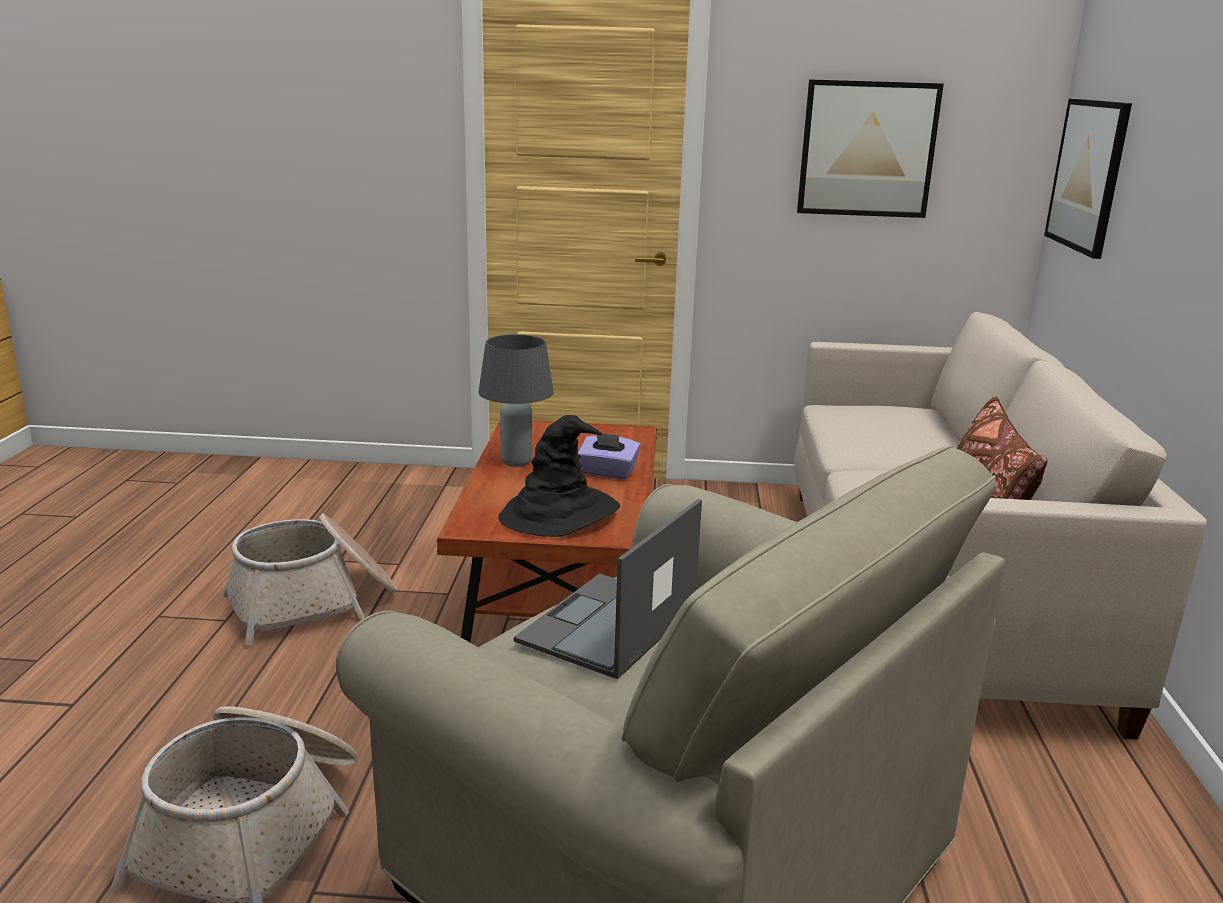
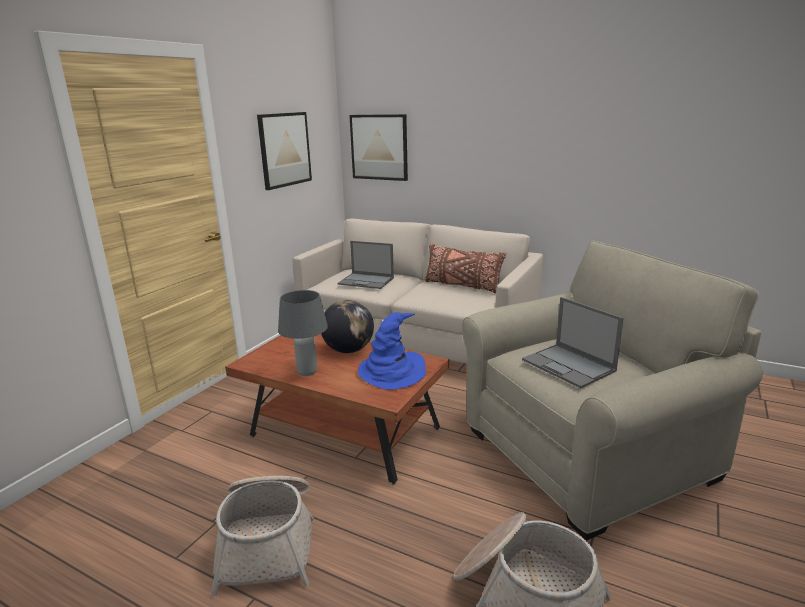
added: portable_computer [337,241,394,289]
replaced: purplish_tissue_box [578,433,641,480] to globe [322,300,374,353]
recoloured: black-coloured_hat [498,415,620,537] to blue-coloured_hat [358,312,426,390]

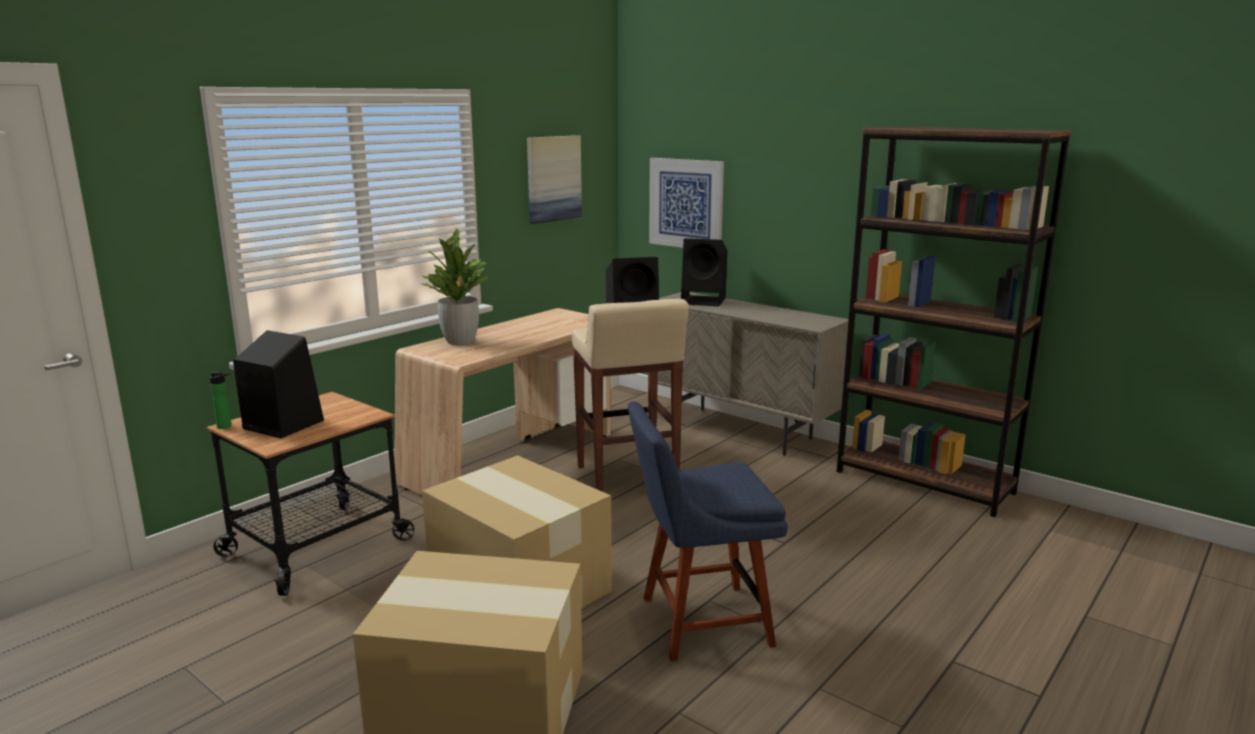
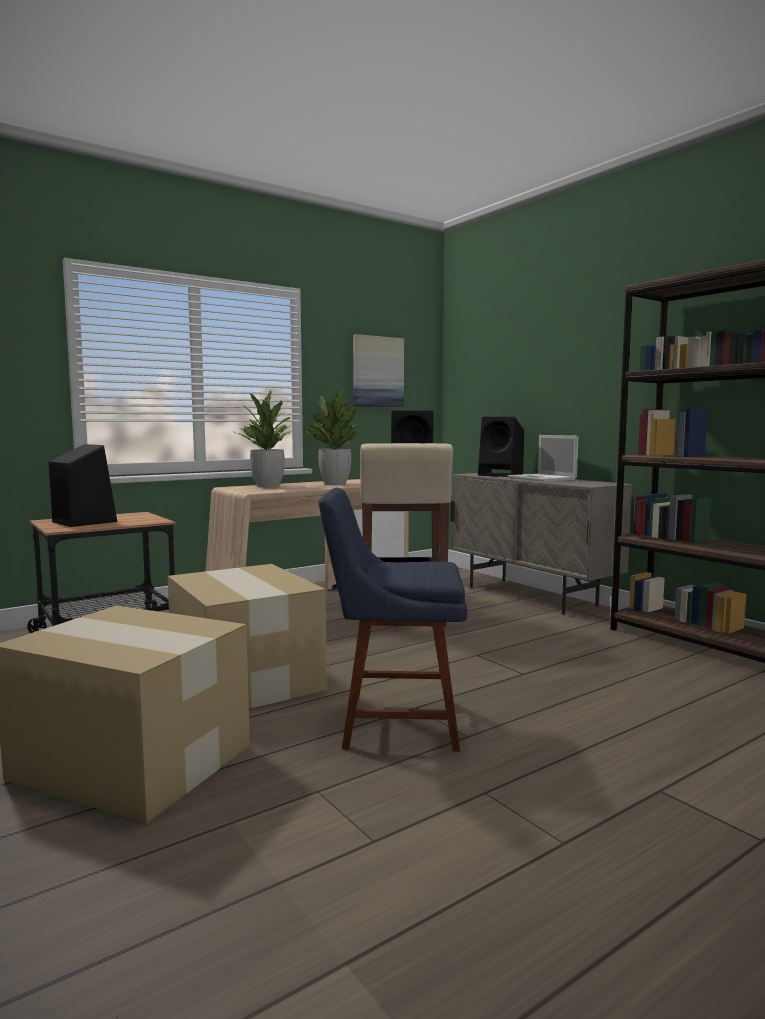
removed: drink_bottle [209,371,231,429]; wall_art [649,158,724,248]
added: houseplant [305,391,363,485]; portable_computer [508,435,579,482]

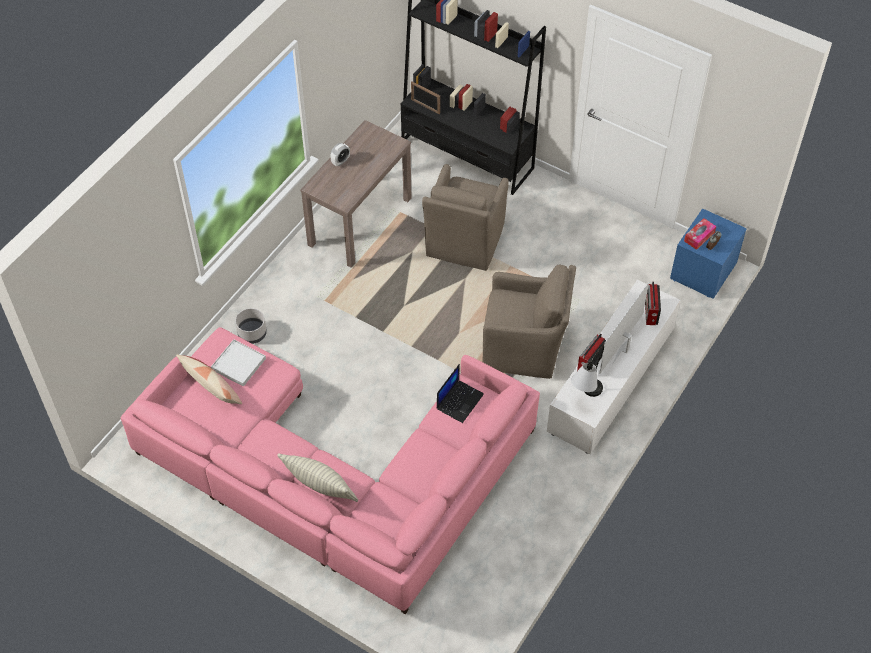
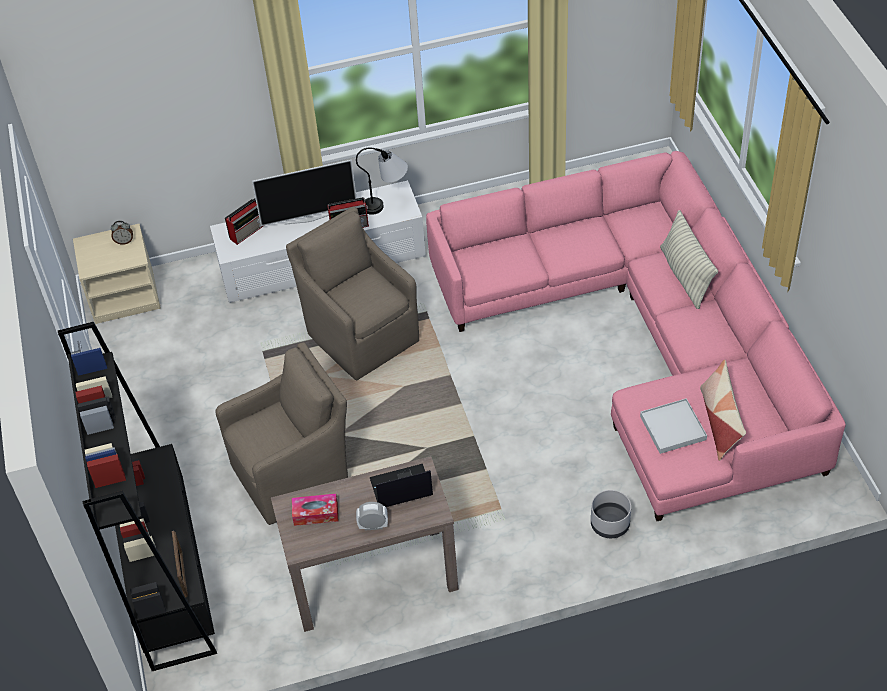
moved: tissue_box [684,218,716,250] to [292,494,338,526]; portable_computer [437,364,484,423] to [370,464,433,507]
recoloured: blue-coloured_bedside_table [670,208,747,299] to sand-coloured_bedside_table [73,224,161,324]

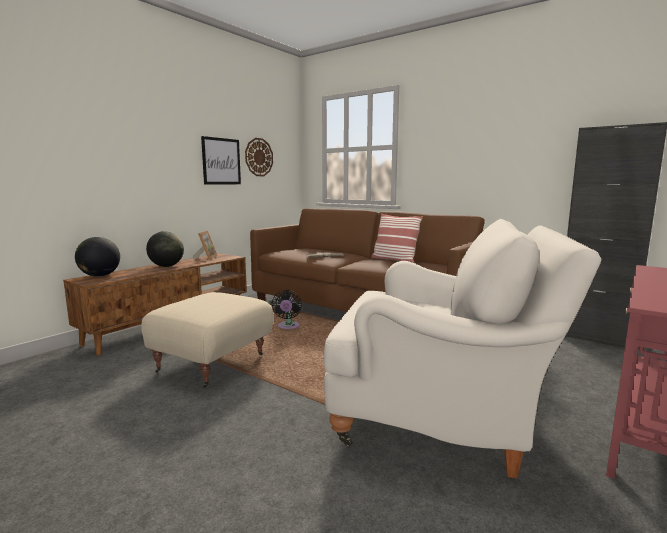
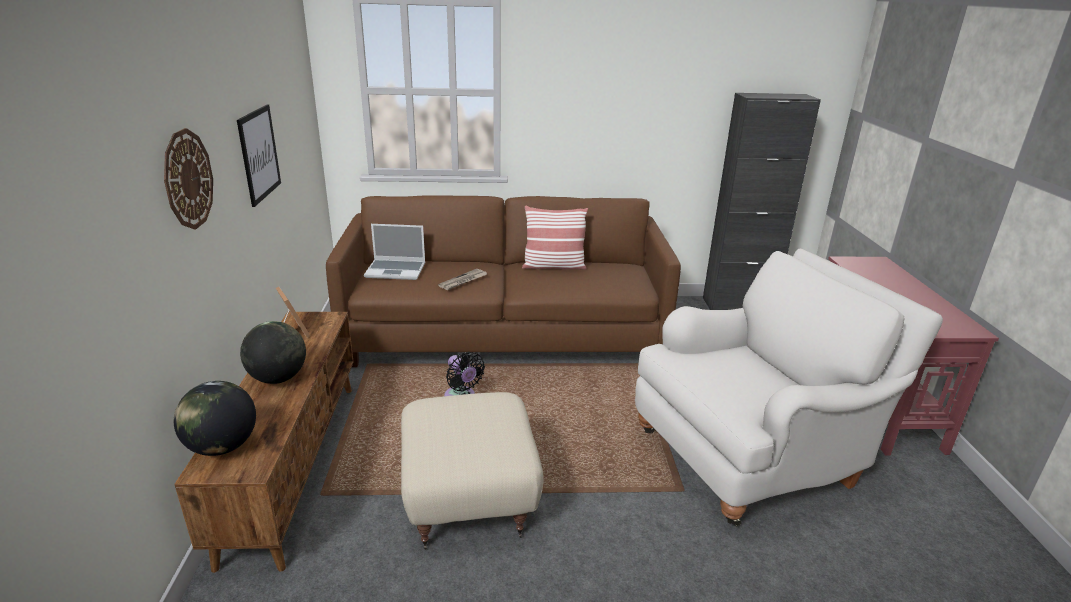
added: portable_computer [364,224,425,280]
moved: clock_on_the_wall [245,138,273,176] to [164,128,213,229]

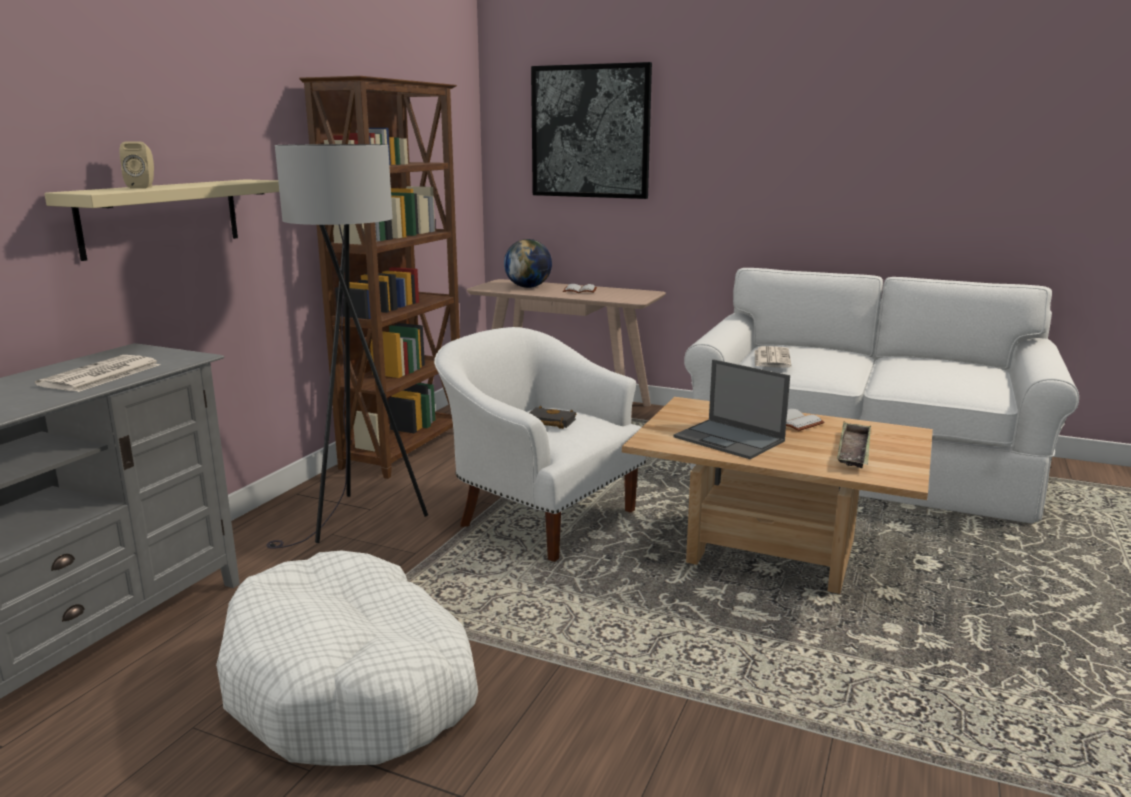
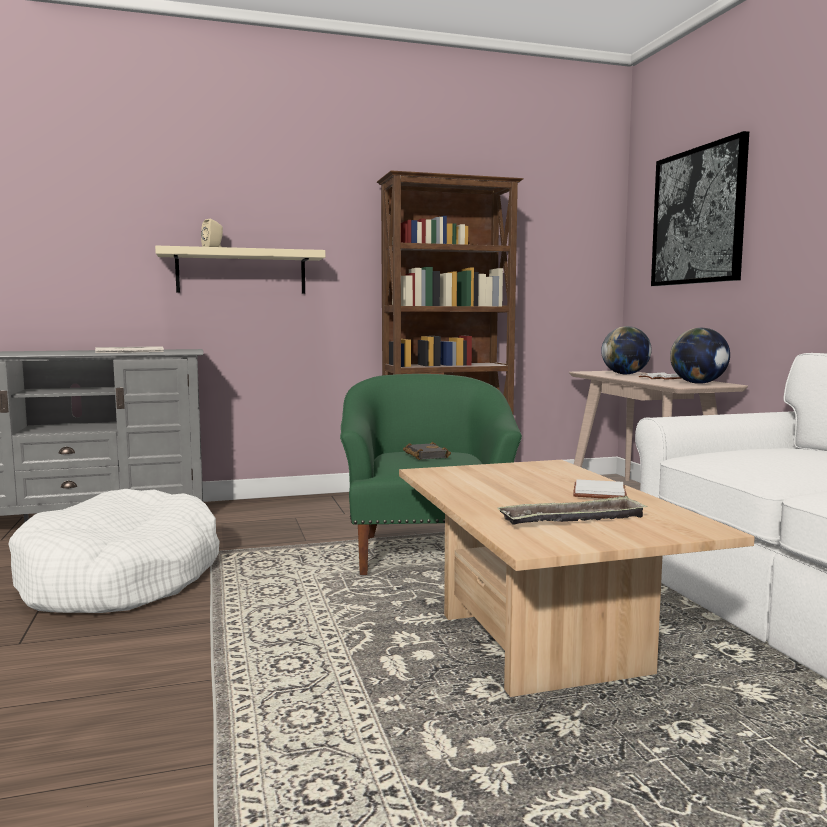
removed: greyish_standard_lamp [267,144,428,549]; portable_computer [674,359,790,459]; newspaper [755,346,792,368]
added: globe [670,328,730,384]
recoloured: whitish_lounge_chair [434,327,646,562] to greenish_lounge_chair [340,374,522,575]

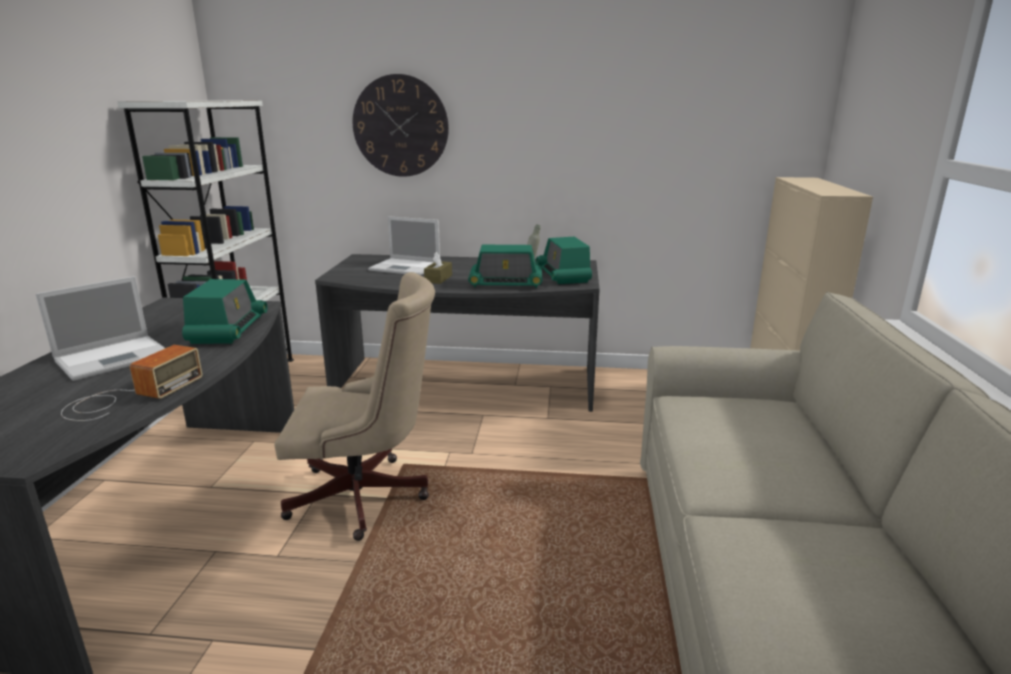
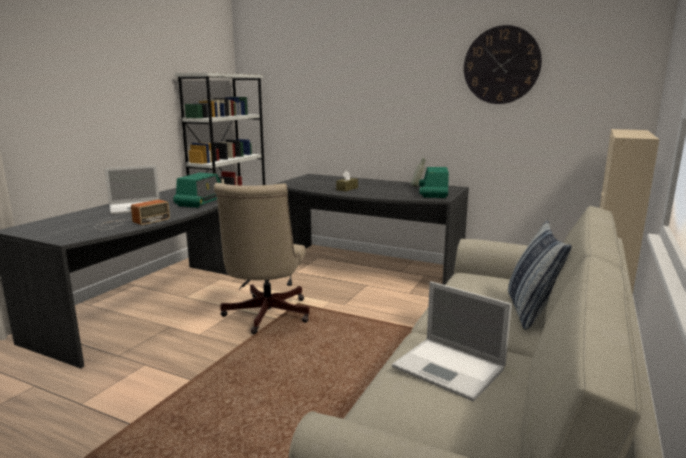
removed: radio_set [468,245,542,288]
added: cushion [508,221,572,330]
moved: portable_computer [368,216,440,275] to [392,281,512,402]; clock_on_the_wall [353,74,449,177] to [464,25,542,104]
turned: sand-coloured_desk_chair [274,272,435,541] = [214,183,309,334] 75 degrees clockwise

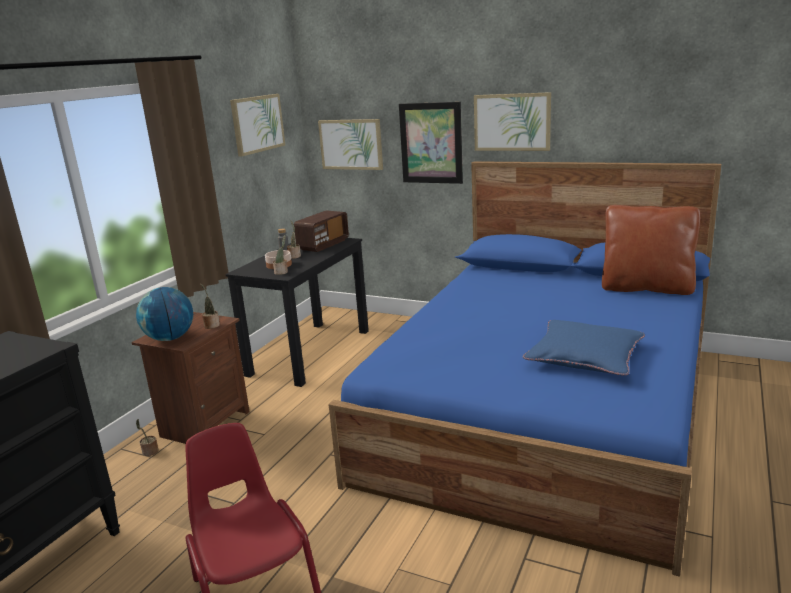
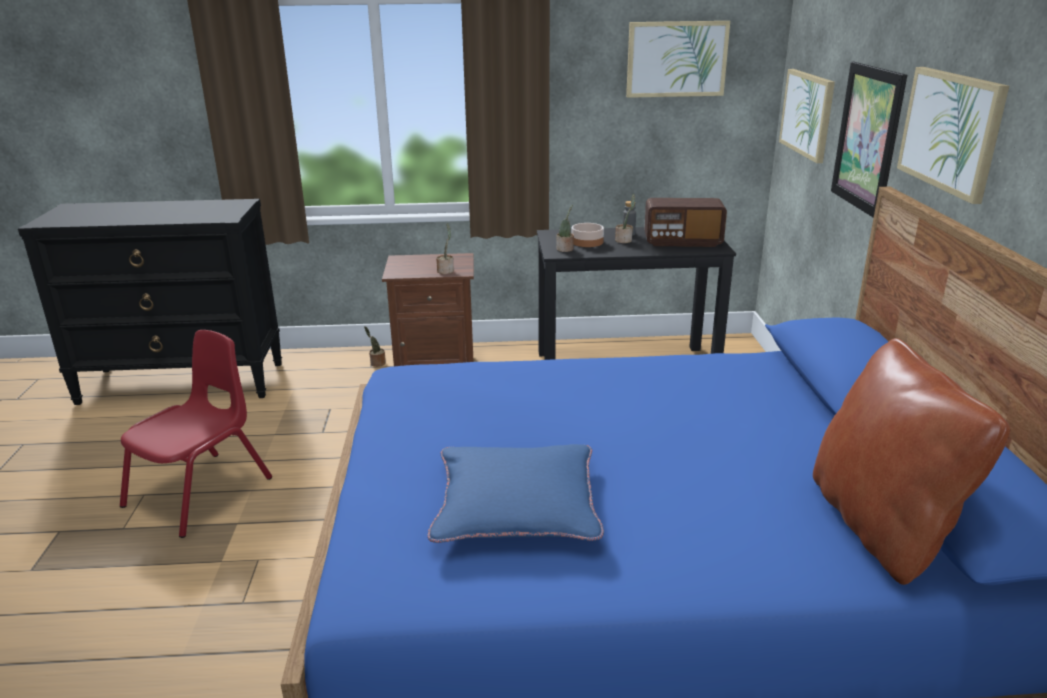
removed: globe [136,287,193,341]

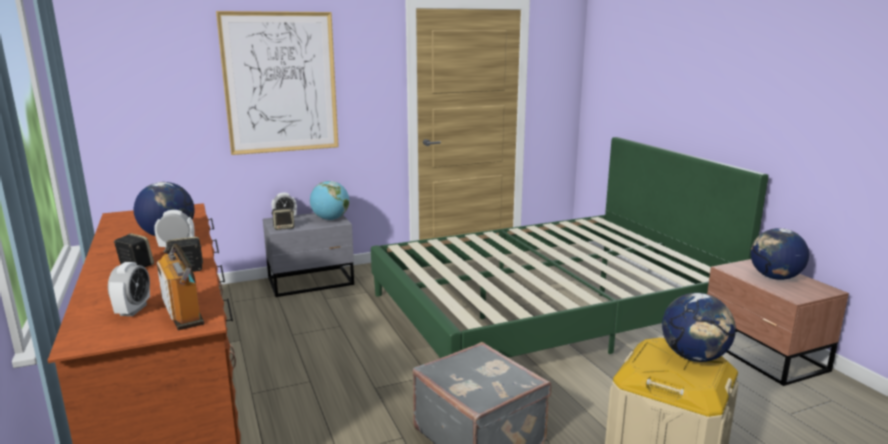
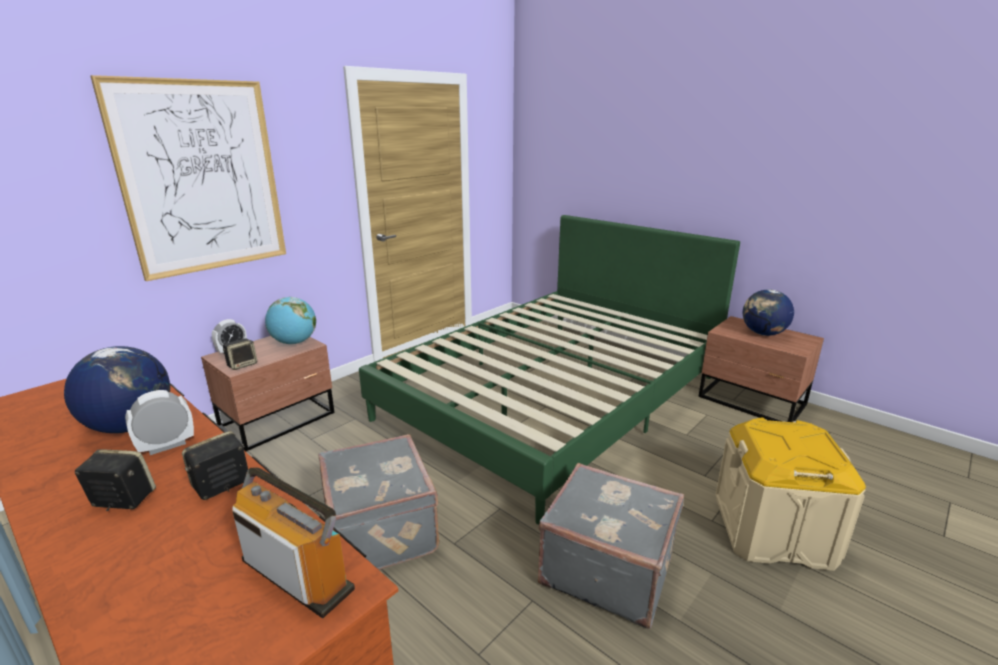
removed: table_clock [108,262,150,316]; globe [662,293,736,362]
added: greyish_suitcase [318,434,439,570]
recoloured: greyish_bedside_table [263,213,354,297] to brown_bedside_table [201,336,334,452]

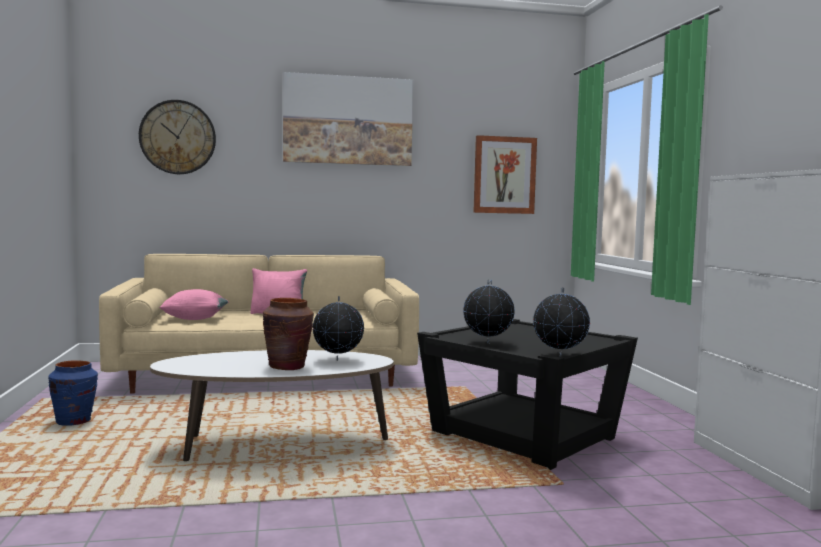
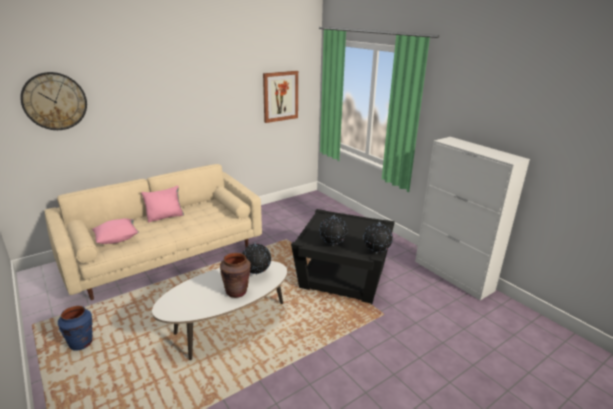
removed: wall_art [283,72,413,166]

